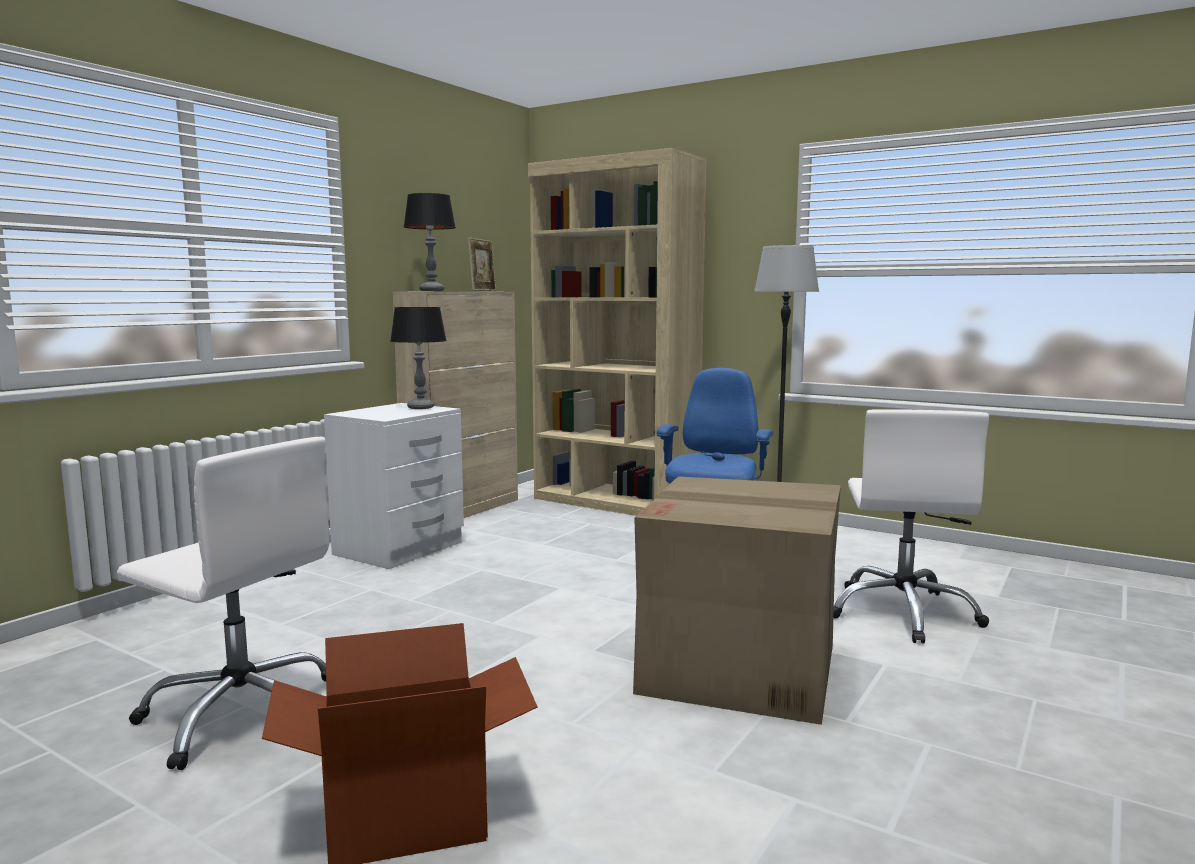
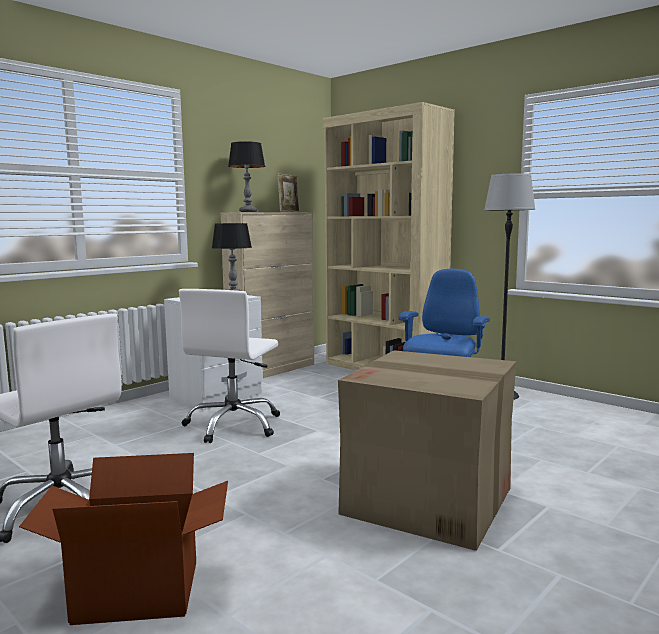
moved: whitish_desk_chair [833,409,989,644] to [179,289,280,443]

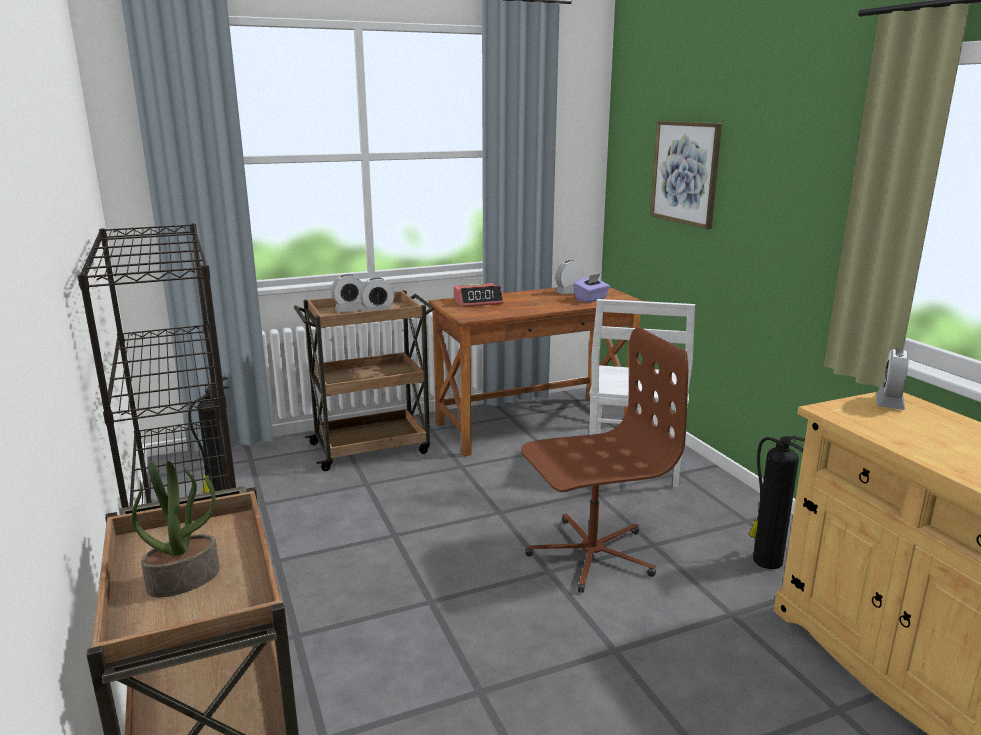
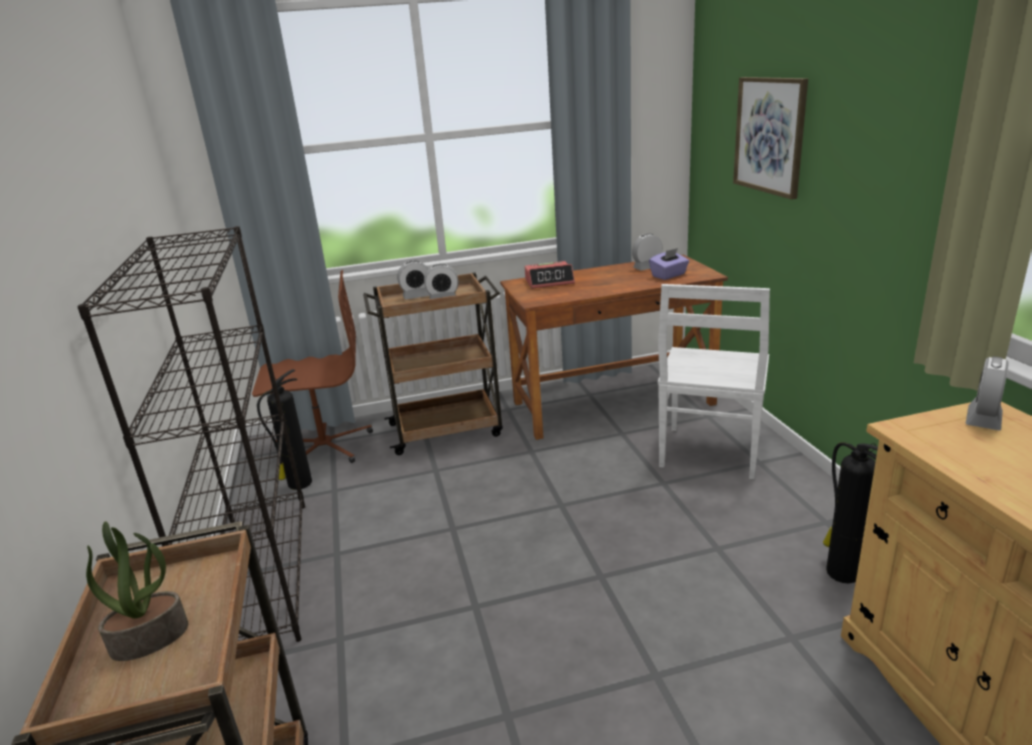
moved: brown_desk_chair [521,327,688,593] to [252,270,373,463]

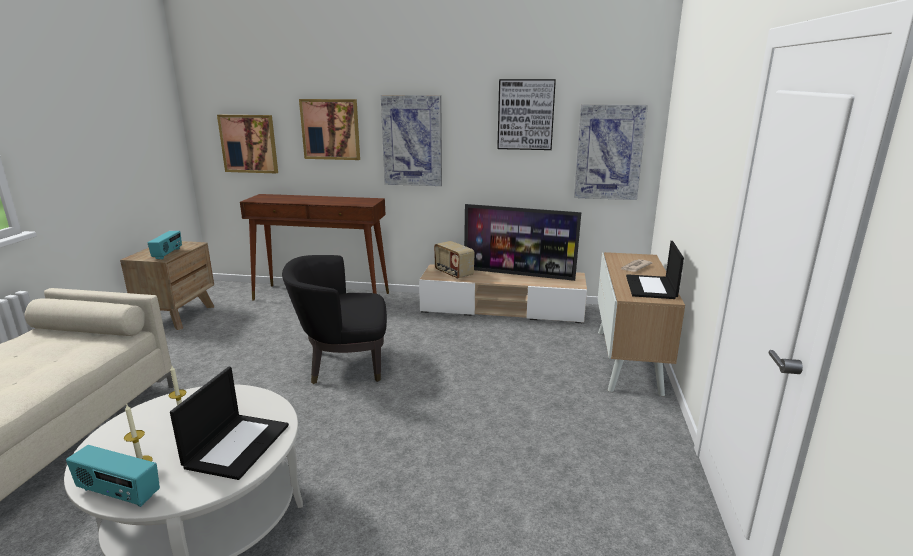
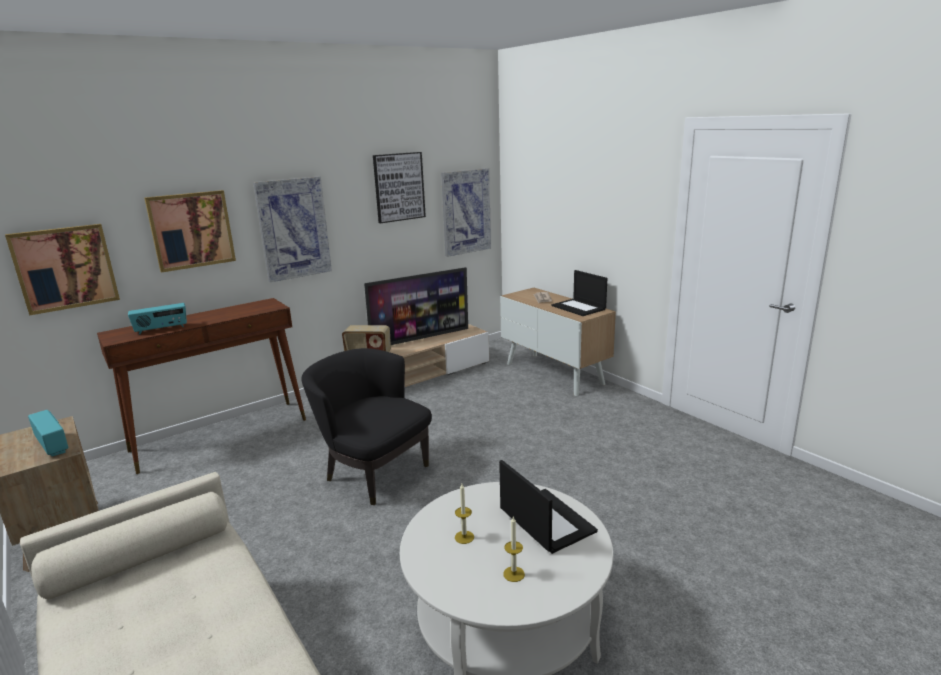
moved: radio_set [66,445,160,507] to [128,303,187,335]
turned: black-coloured_lounge_chair [282,255,387,384] = [302,348,432,505] 90 degrees clockwise

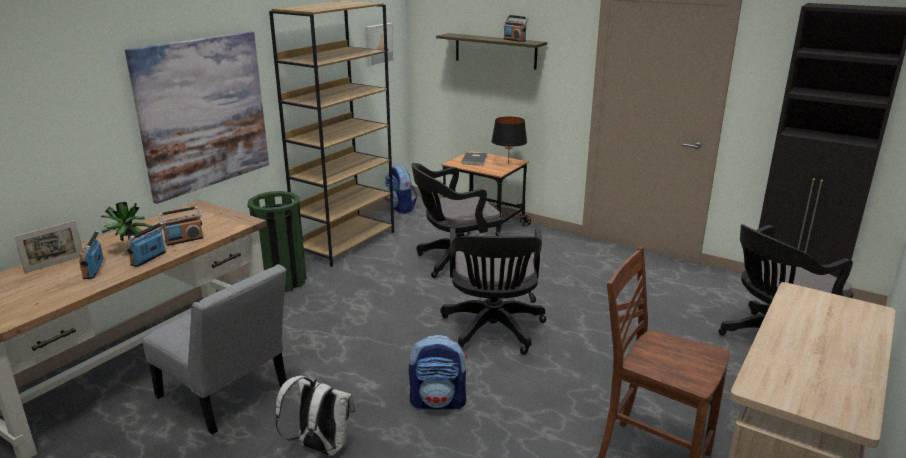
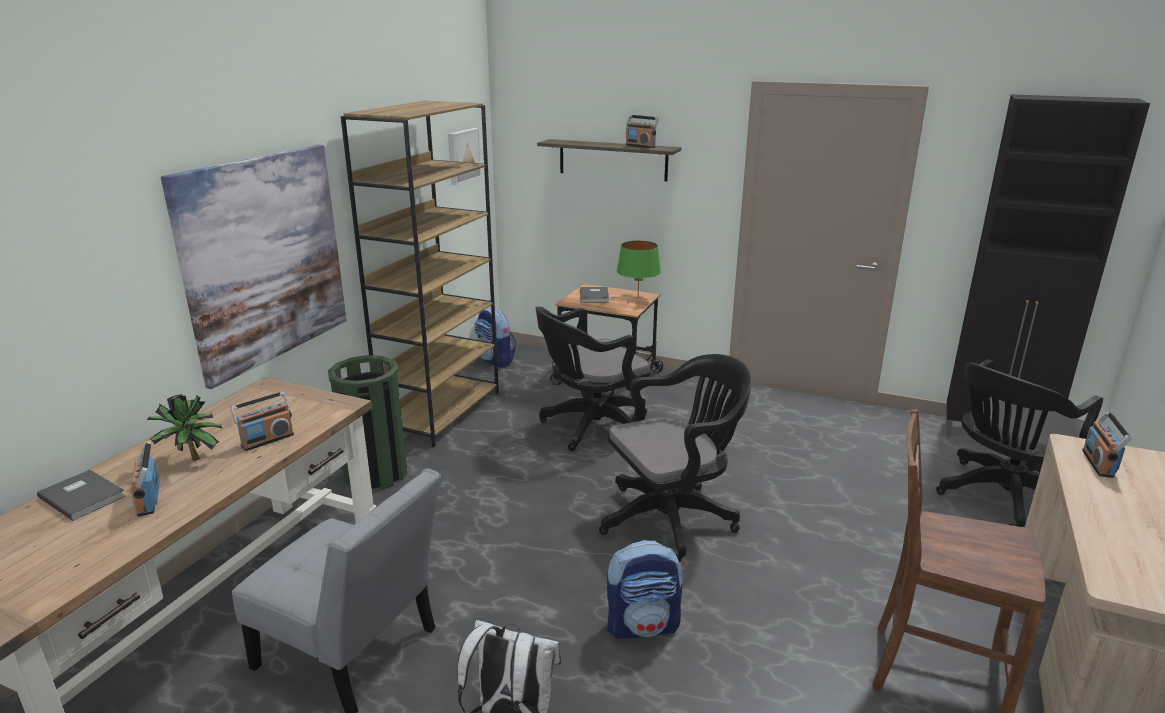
moved: radio_set [127,222,166,267] to [1082,411,1132,478]
replaced: picture_frame [14,221,82,273] to greyish_bound_book [37,470,126,521]
recoloured: black-coloured_lamp_for_a_table [491,117,527,164] to greenish_lamp_for_a_table [617,240,661,294]
turned: black-coloured_desk_chair [440,228,547,355] = [599,354,752,563] 105 degrees counterclockwise

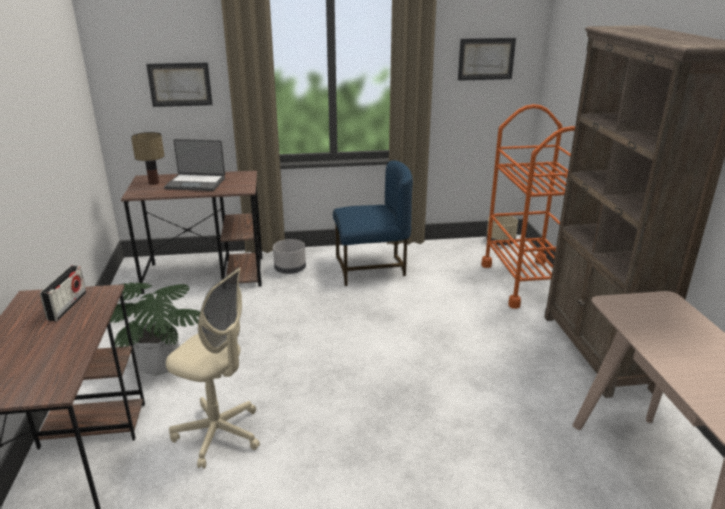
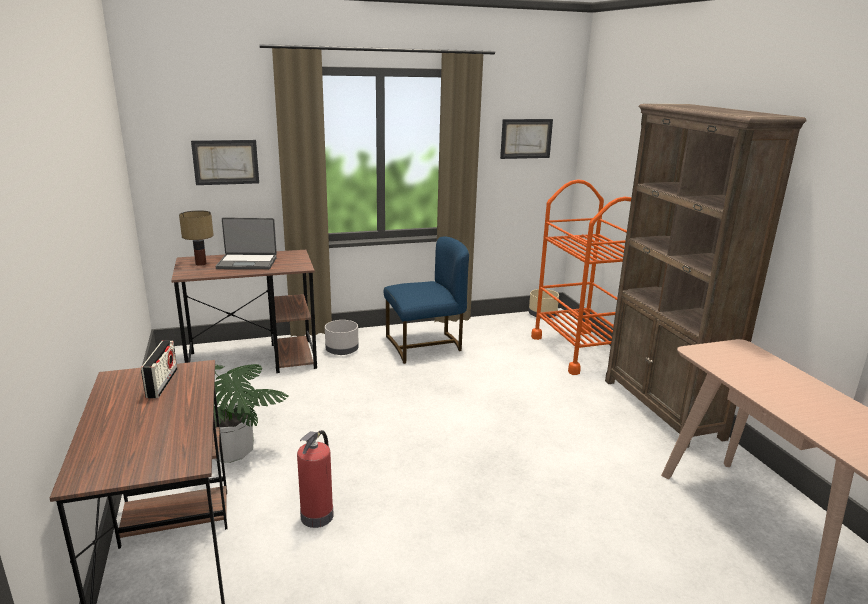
replaced: sand-coloured_desk_chair [166,268,260,469] to fire-fighting_cylinder [297,430,334,528]

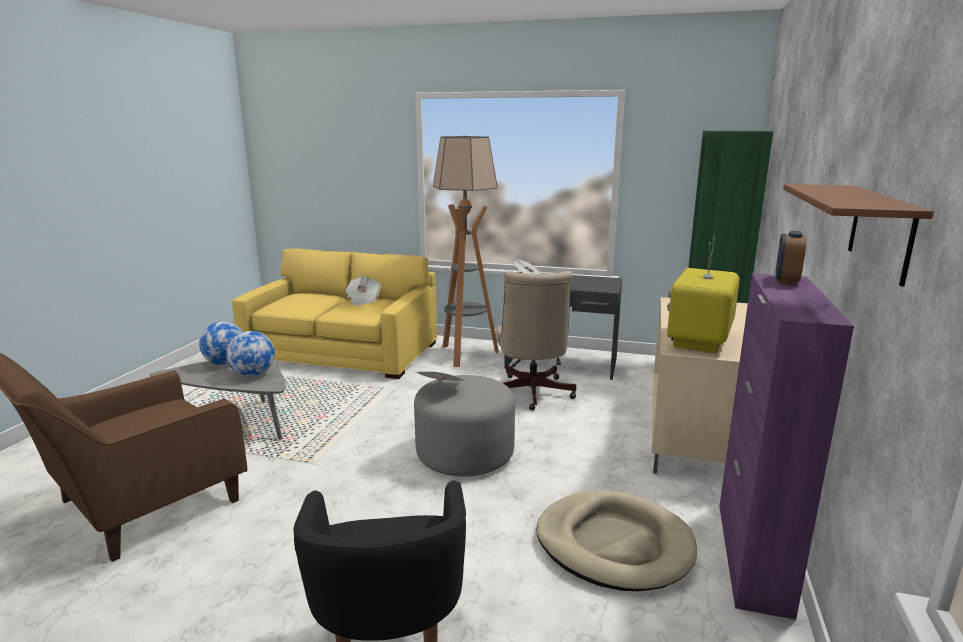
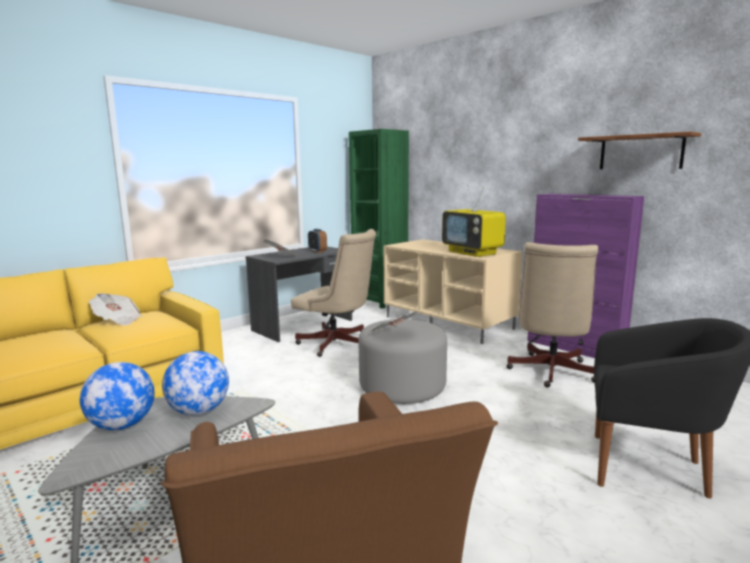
removed: standard_lamp [433,136,499,367]
moved: table_clock [775,231,807,284] to [308,229,327,253]
replaced: sand-coloured_pet_bed [536,490,697,591] to sand-coloured_desk_chair [506,242,598,387]

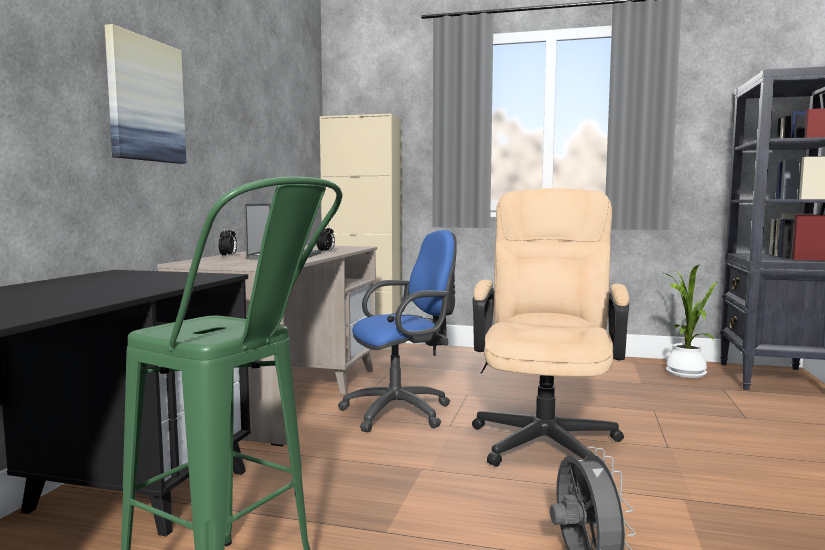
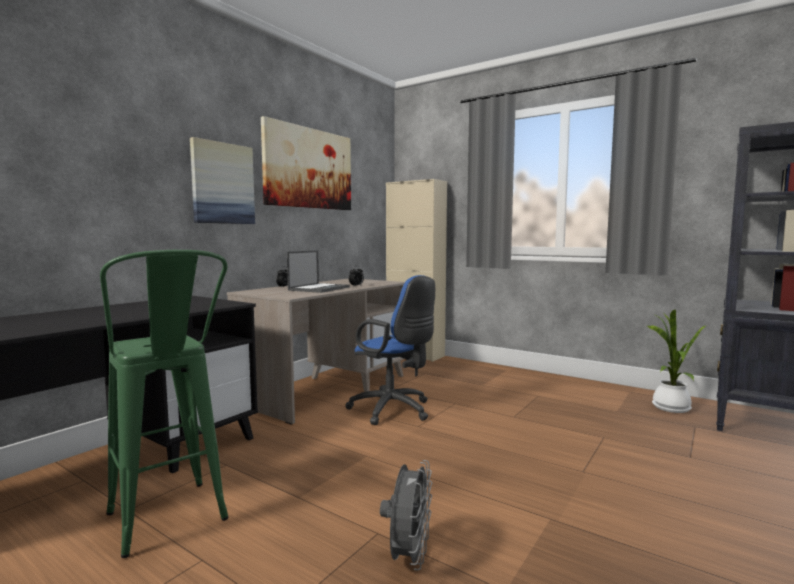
removed: sand-coloured_desk_chair [472,188,629,467]
added: wall_art [261,116,351,210]
turned: blue-coloured_desk_chair [338,230,457,432] = [345,275,435,425] 45 degrees clockwise

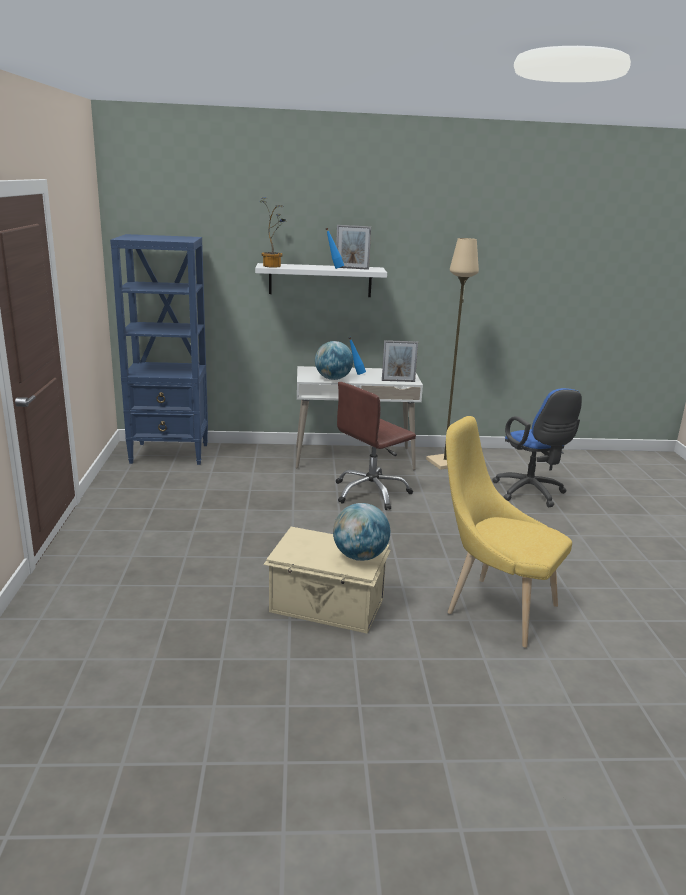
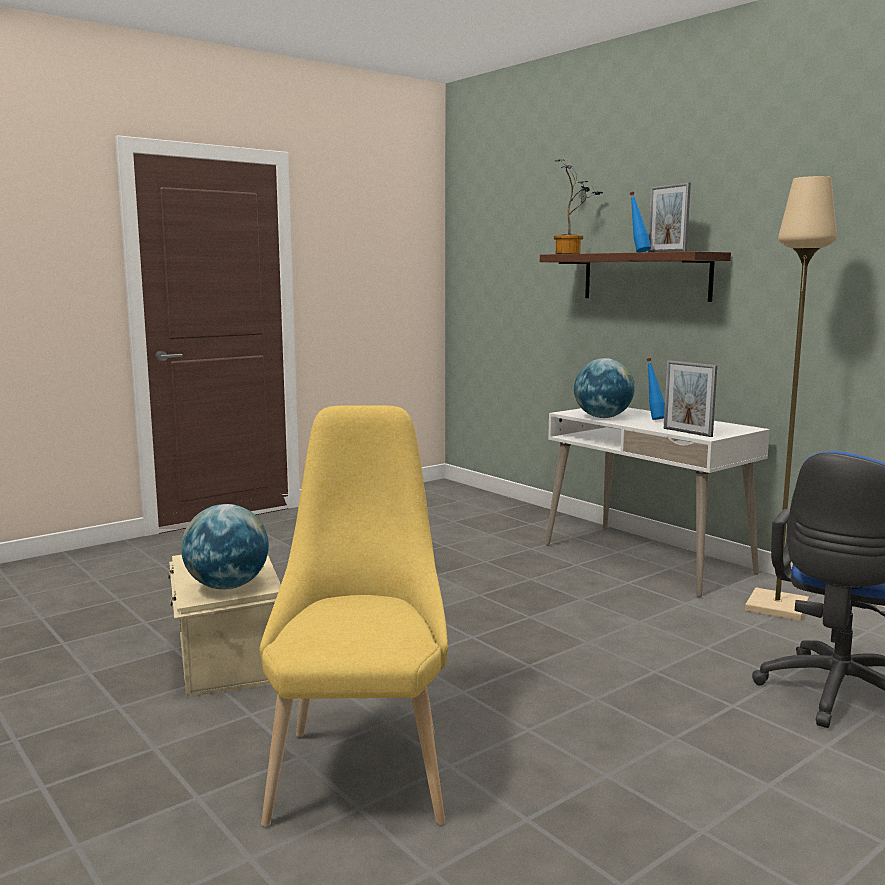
removed: blue-coloured_shelving_unit [110,234,208,465]; brown_desk_chair [336,382,416,510]
recoloured: whitish_shelf [255,263,387,297] to brown_shelf [540,251,731,302]

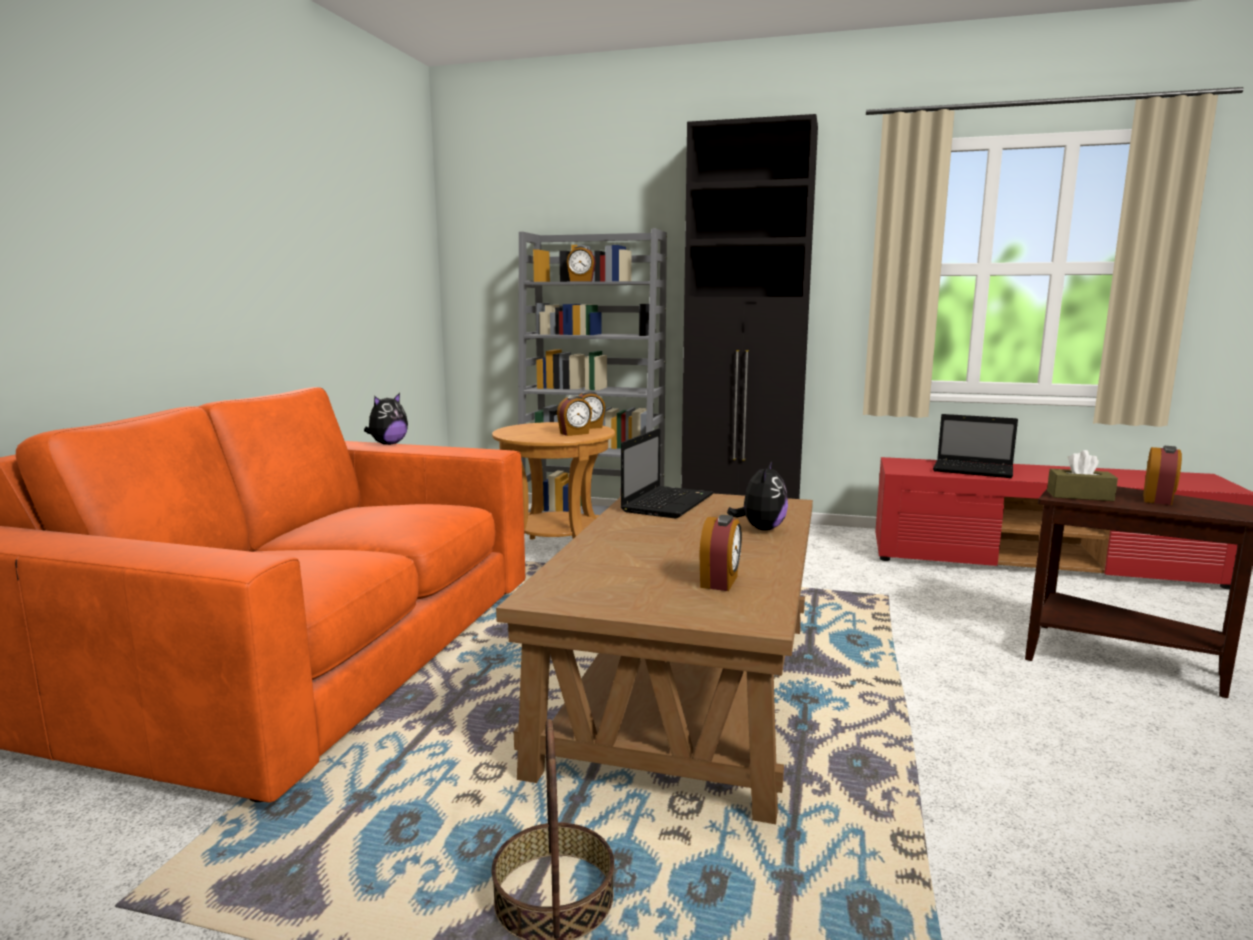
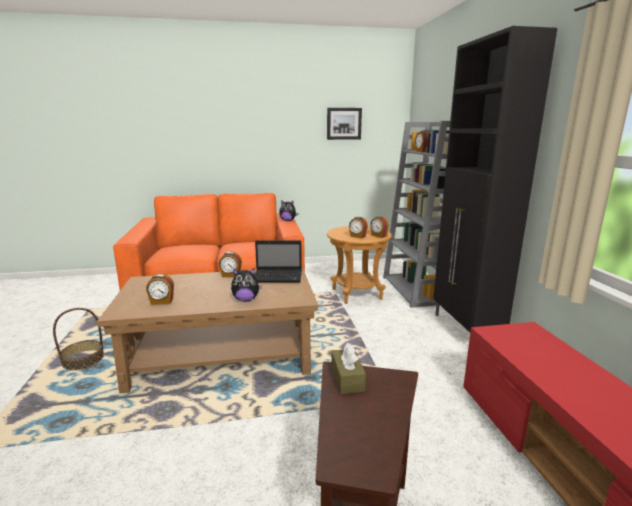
removed: portable_computer [933,414,1018,478]
added: wall_art [327,108,362,140]
moved: table_clock [1143,446,1182,505] to [219,252,242,278]

